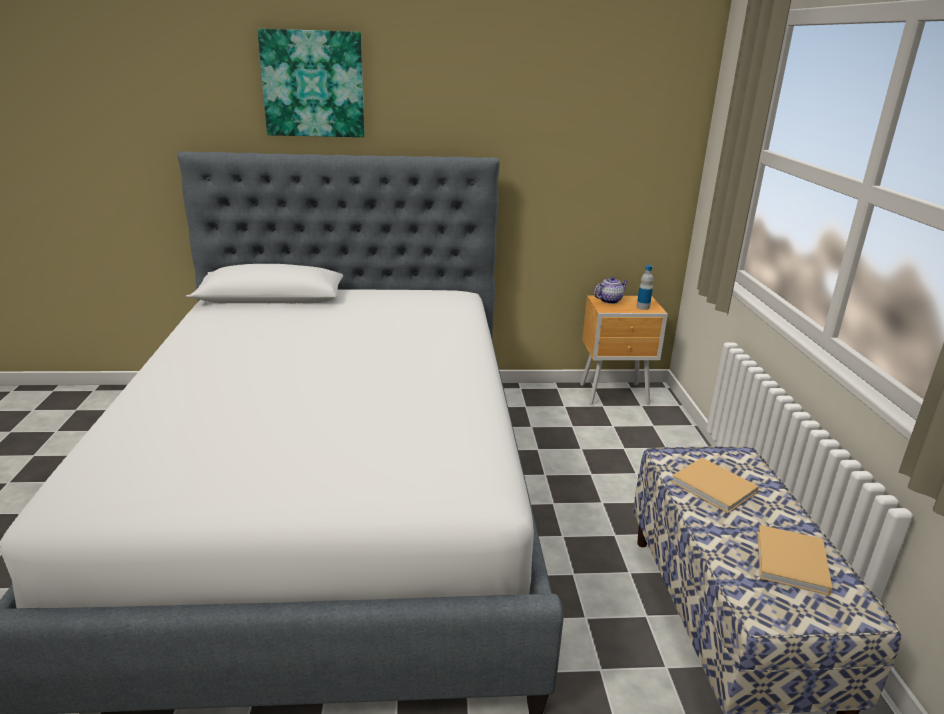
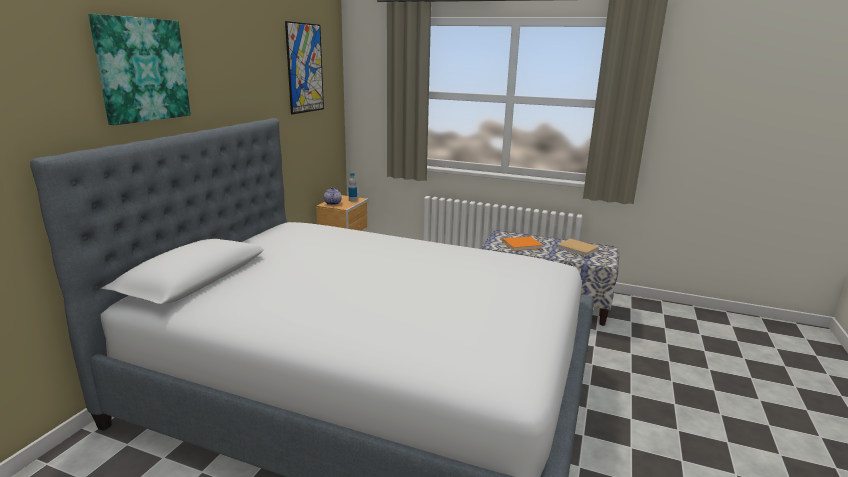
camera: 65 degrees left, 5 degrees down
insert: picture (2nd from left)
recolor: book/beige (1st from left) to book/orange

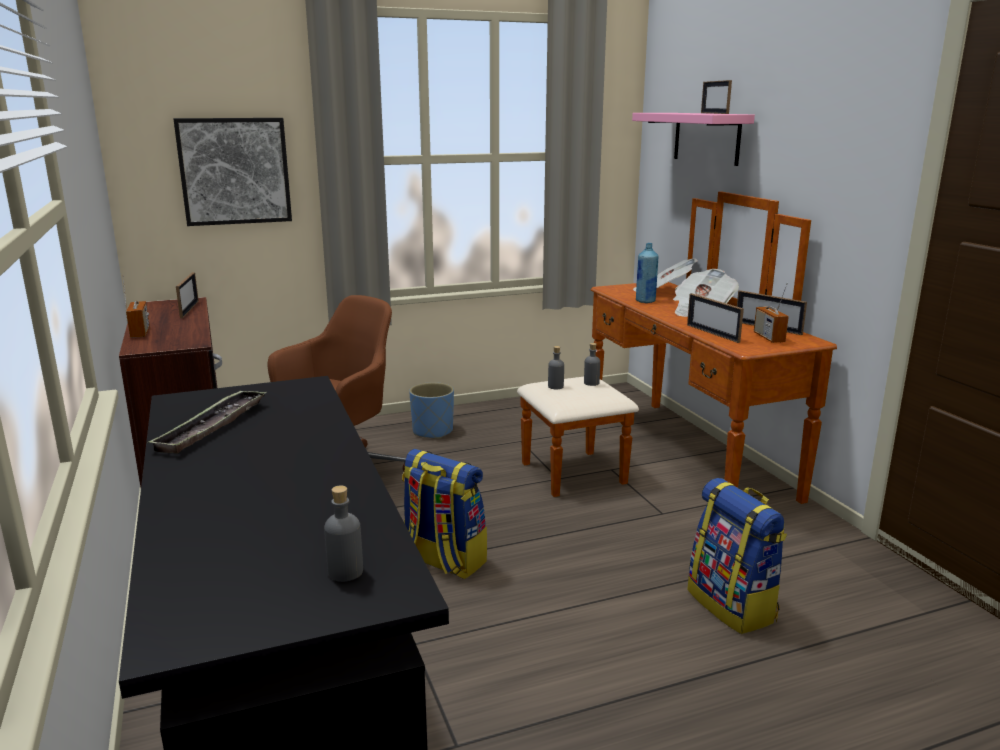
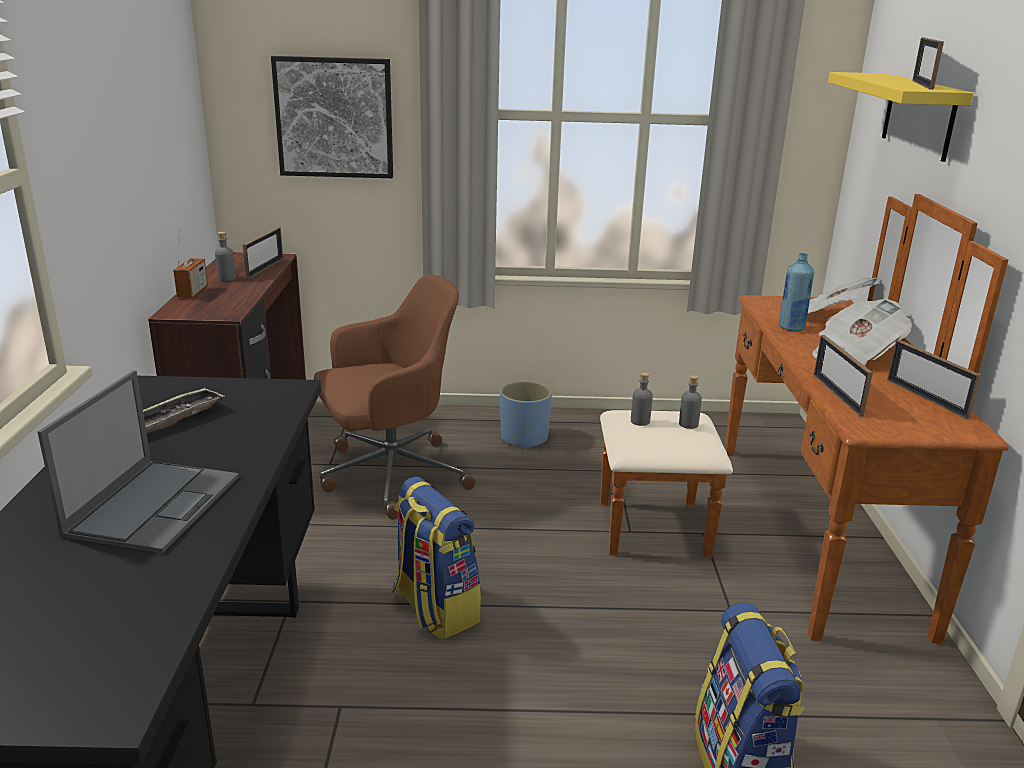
camera: 20 degrees right, 5 degrees up
delete: radio (2nd from left)
insert: laptop
move: bottle/grey (1st from left)
recolor: shelf/pink to shelf/yellow

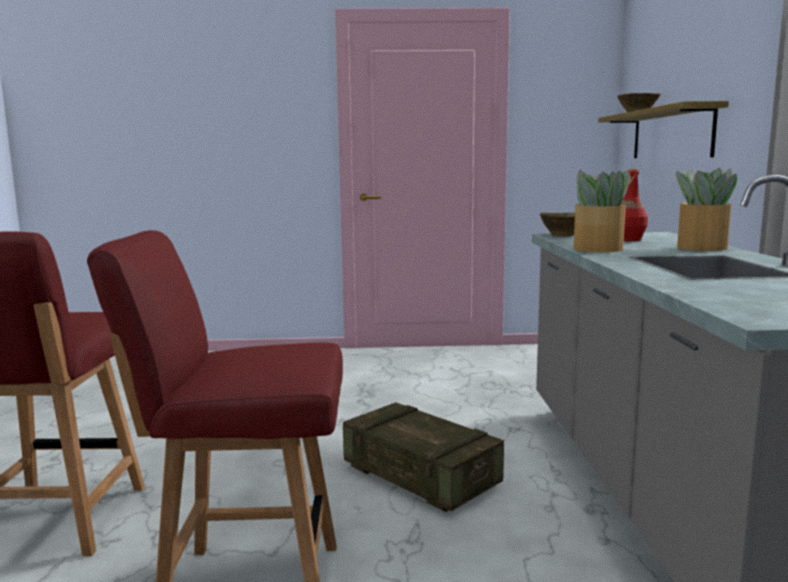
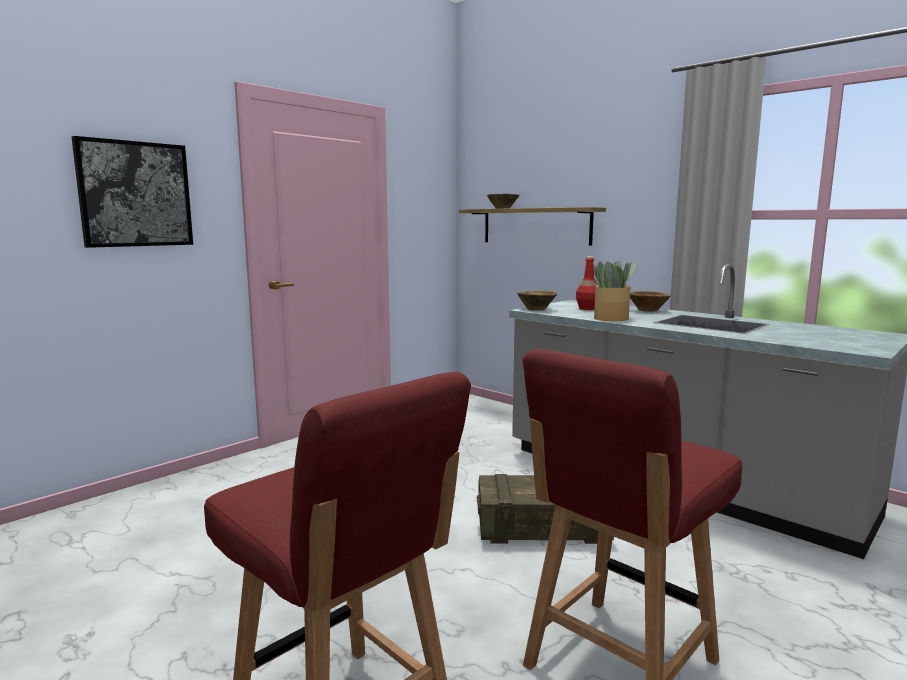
camera: 45 degrees left, 0 degrees up
insert: picture
replace: potted plant (2nd from left) to bowl/brown (3rd from left)

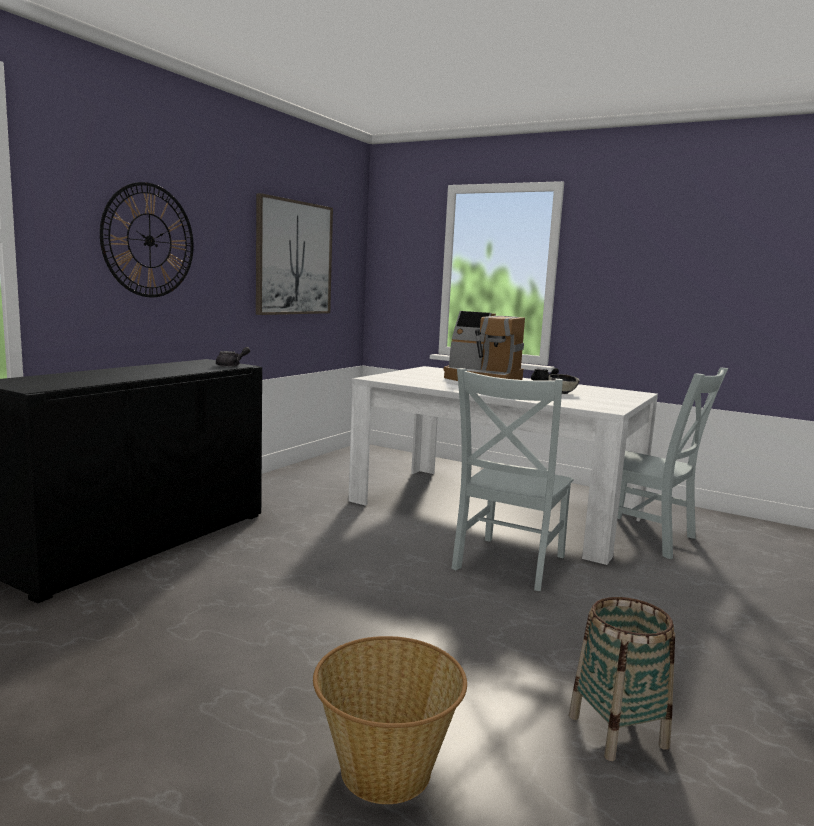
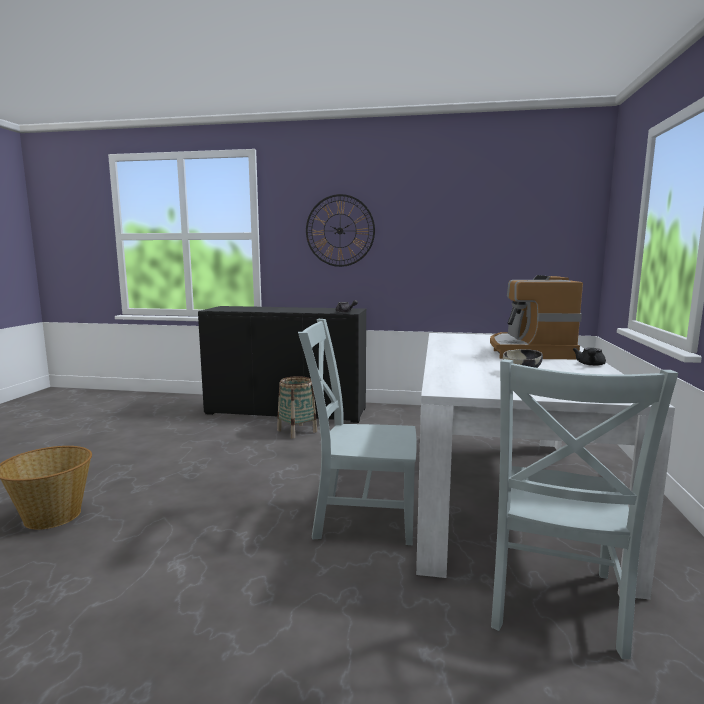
camera: 70 degrees right, 0 degrees up
delete: picture
move: basket (2nd from left)

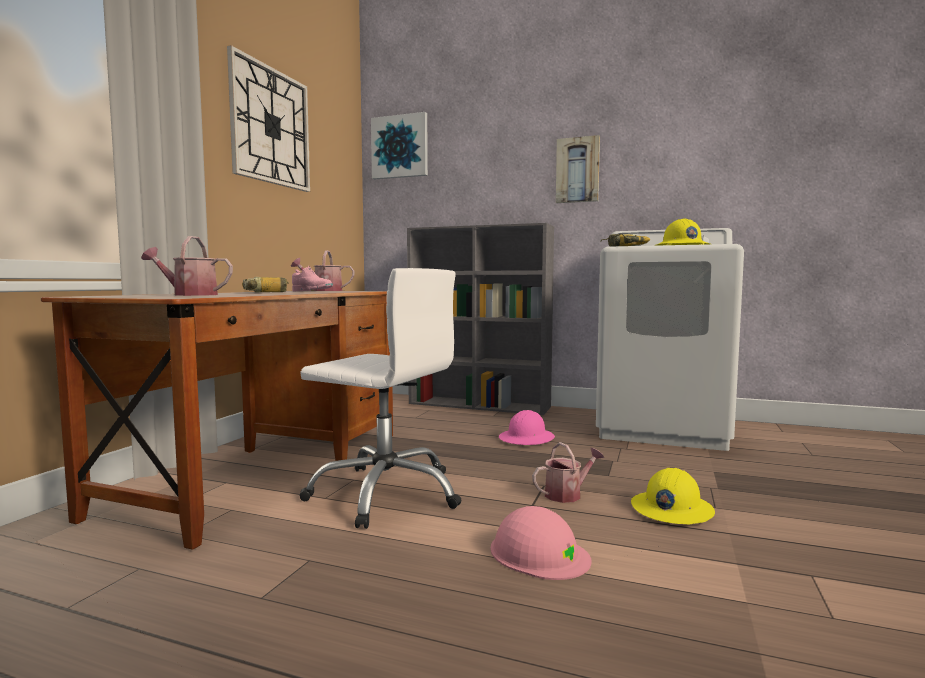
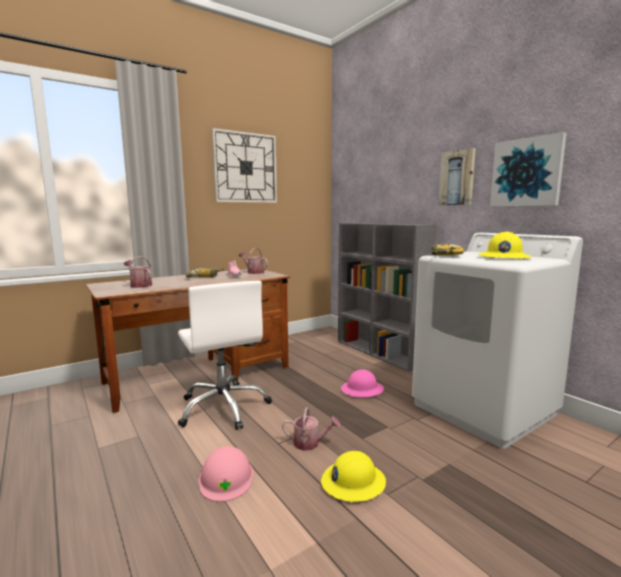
camera: 35 degrees right, 5 degrees up
move: picture (1st from left in the first image) to picture (2nd from left)

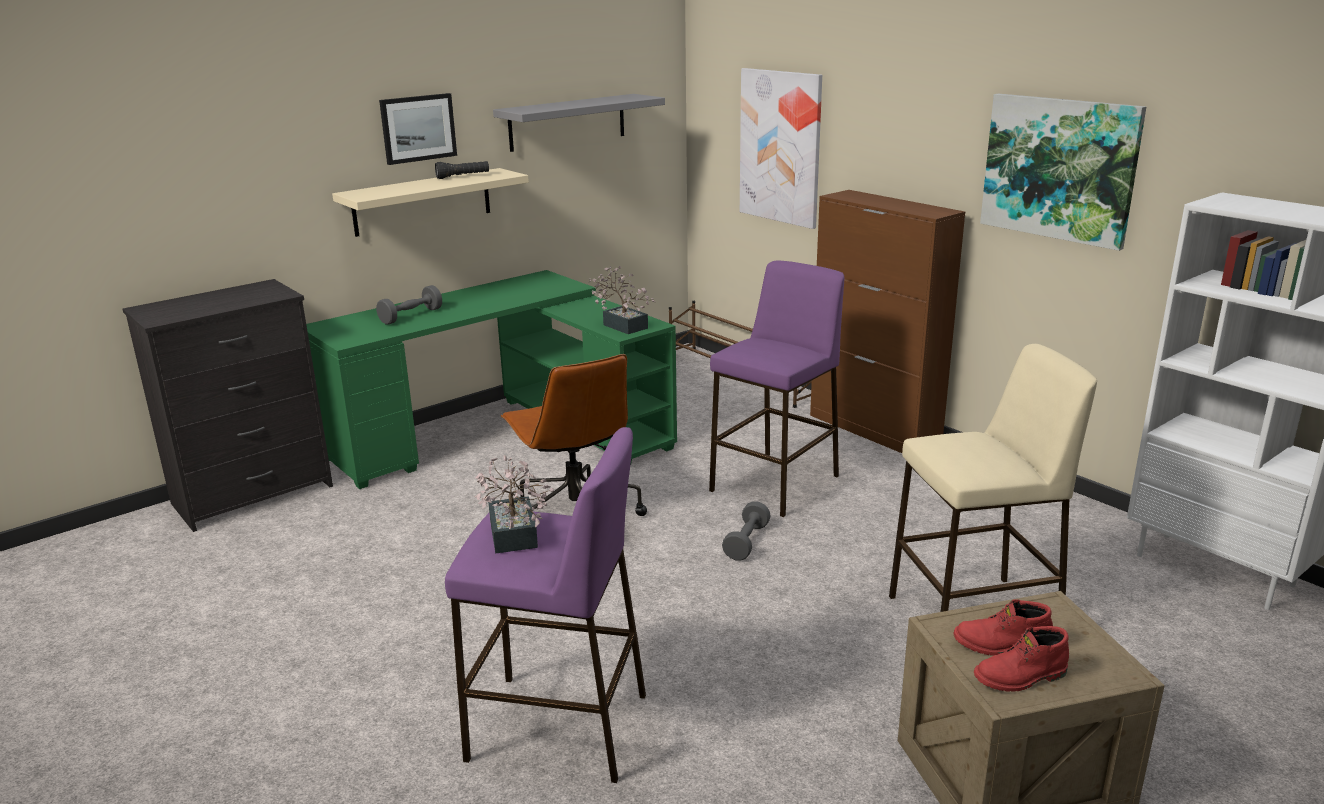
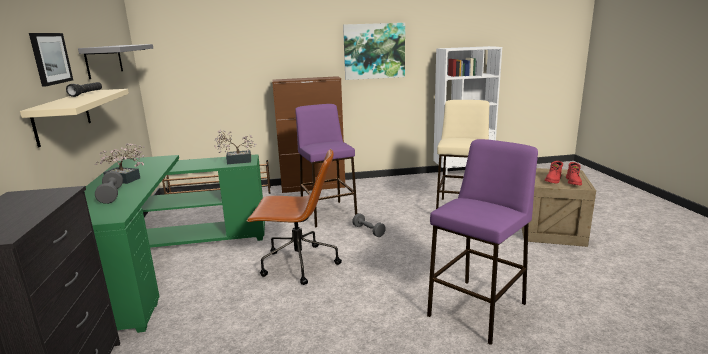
camera: 60 degrees left, 5 degrees down
delete: picture (2nd from left)
move: potted plant (1st from left)

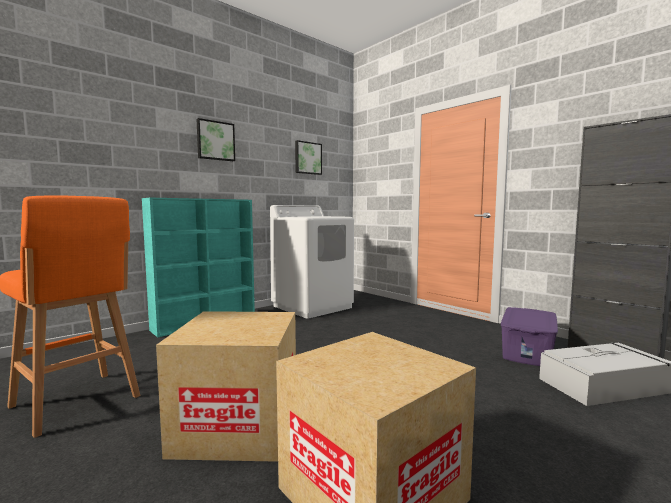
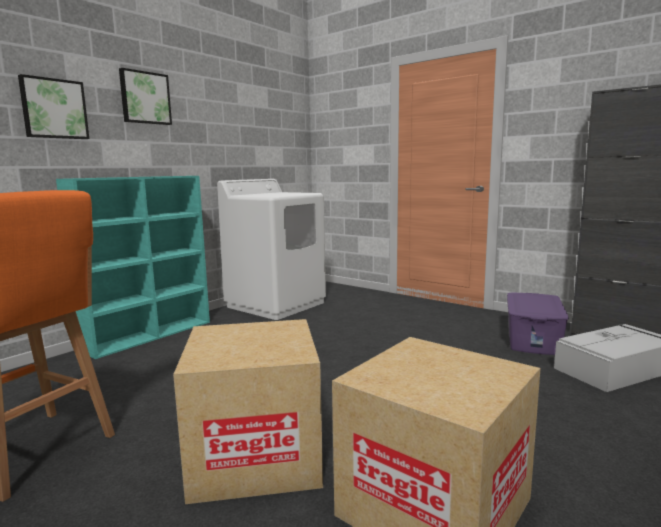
camera: 10 degrees left, 5 degrees up
move: picture (2nd from left in the first image) to picture (1st from left)

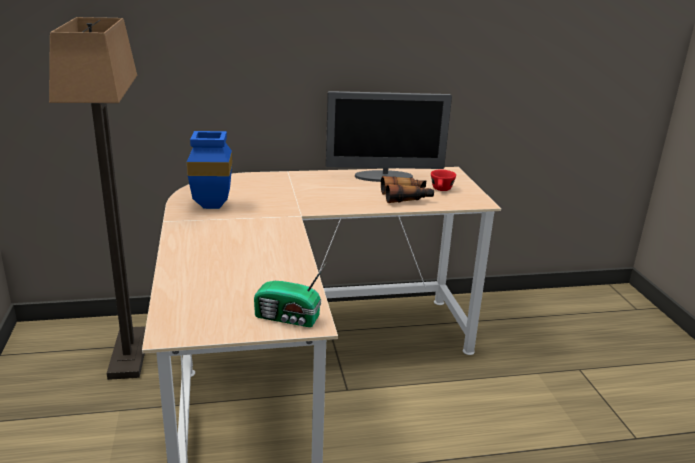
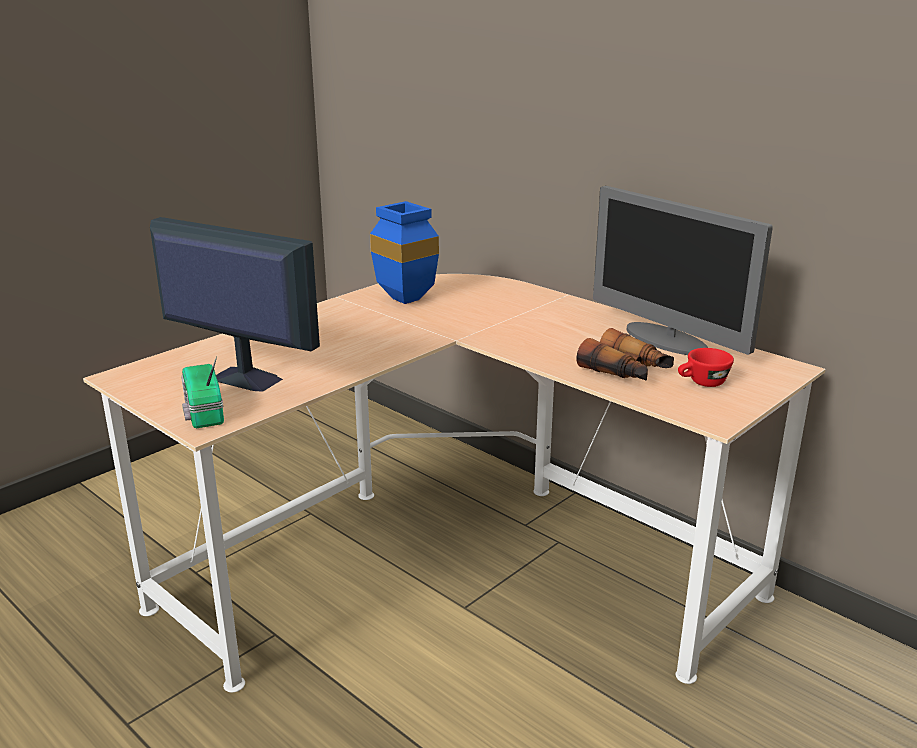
camera: 55 degrees right, 0 degrees up
delete: floor lamp
insert: monitor (1st from left)

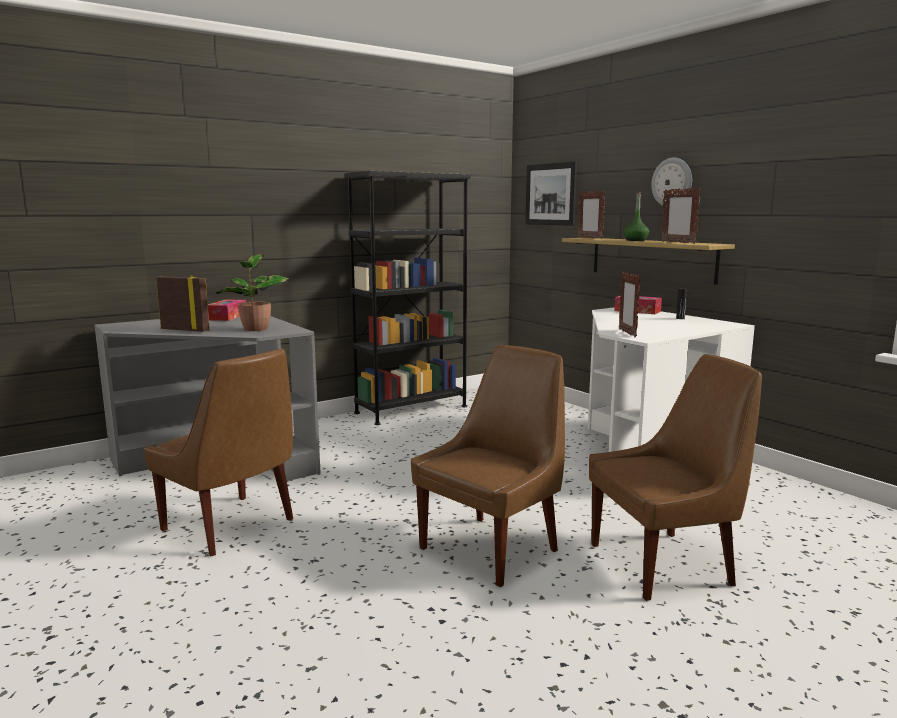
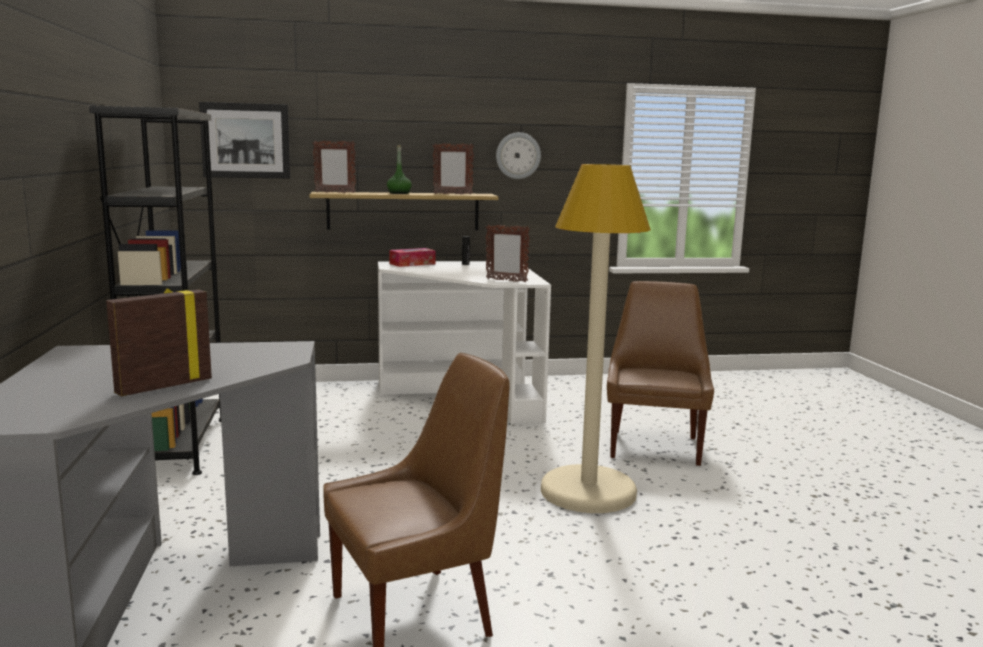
camera: 65 degrees left, 0 degrees up
delete: tissue box (1st from left); potted plant
move: wall clock
replace: chair/brown (2nd from left) to floor lamp/beige

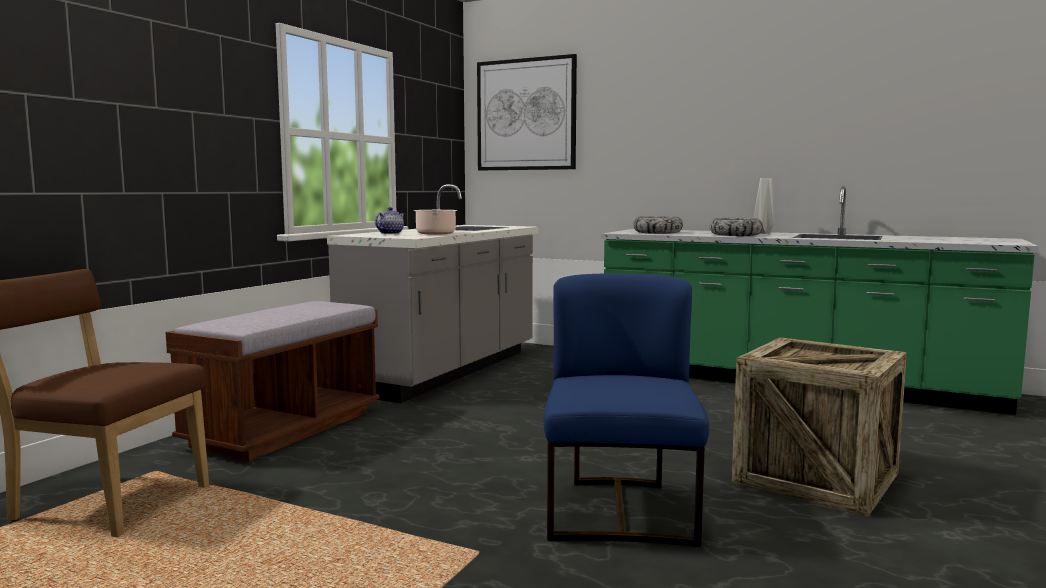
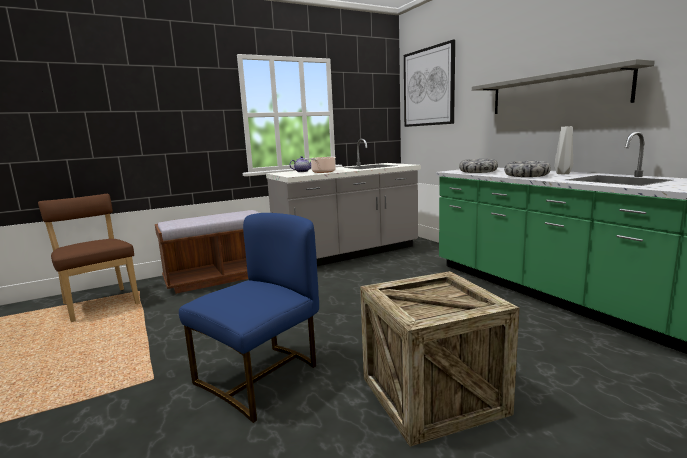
camera: 35 degrees right, 5 degrees up
insert: shelf/grey

